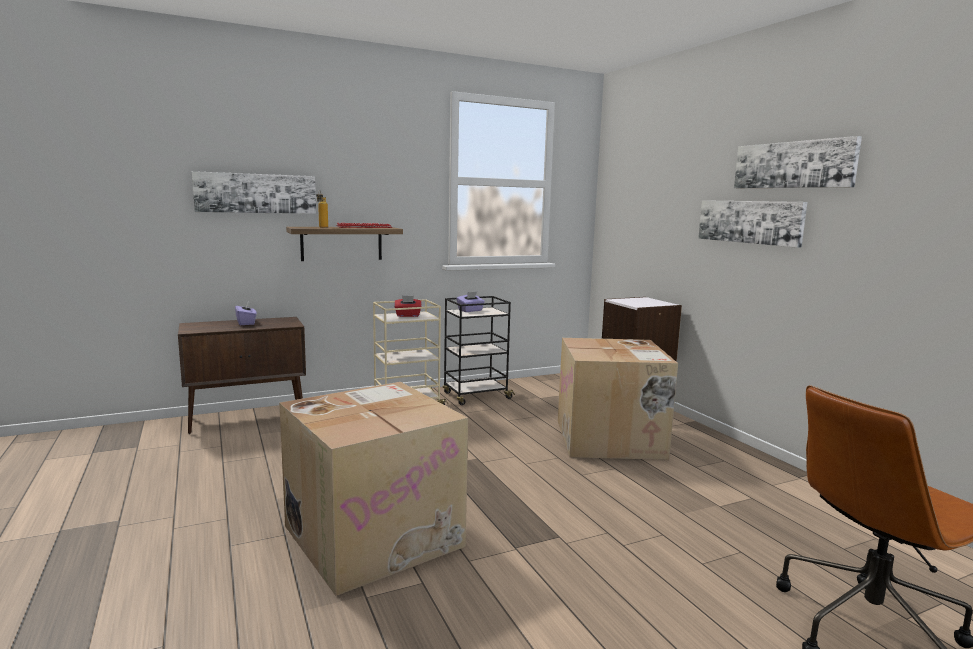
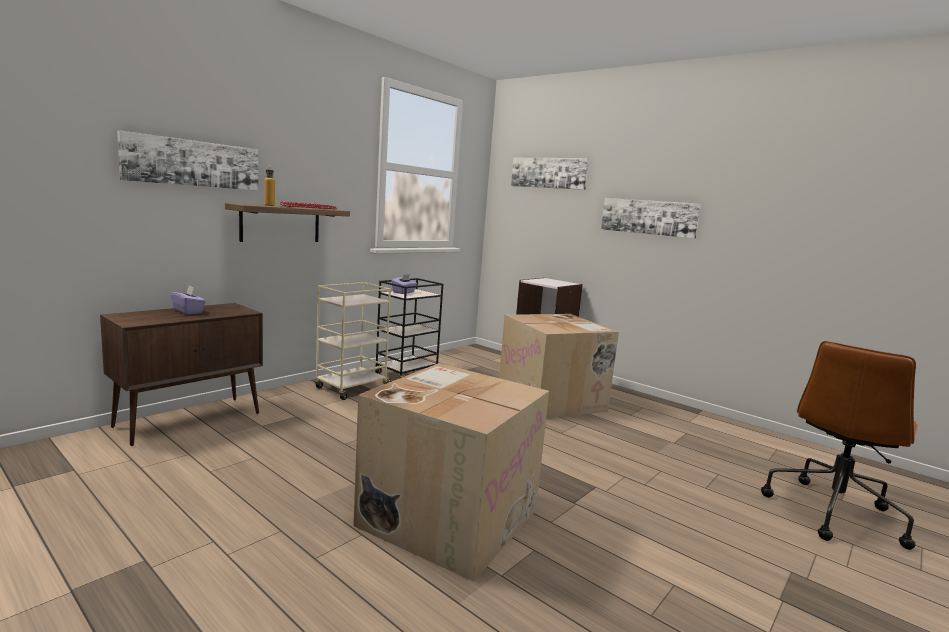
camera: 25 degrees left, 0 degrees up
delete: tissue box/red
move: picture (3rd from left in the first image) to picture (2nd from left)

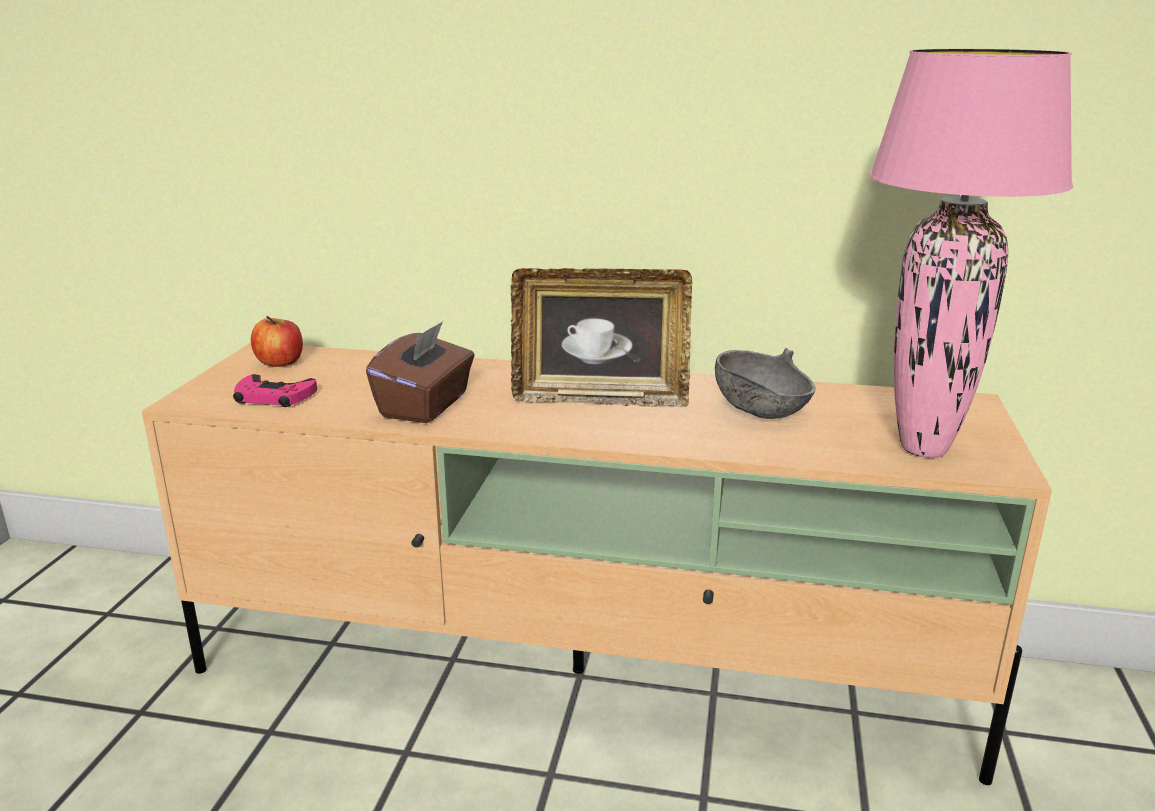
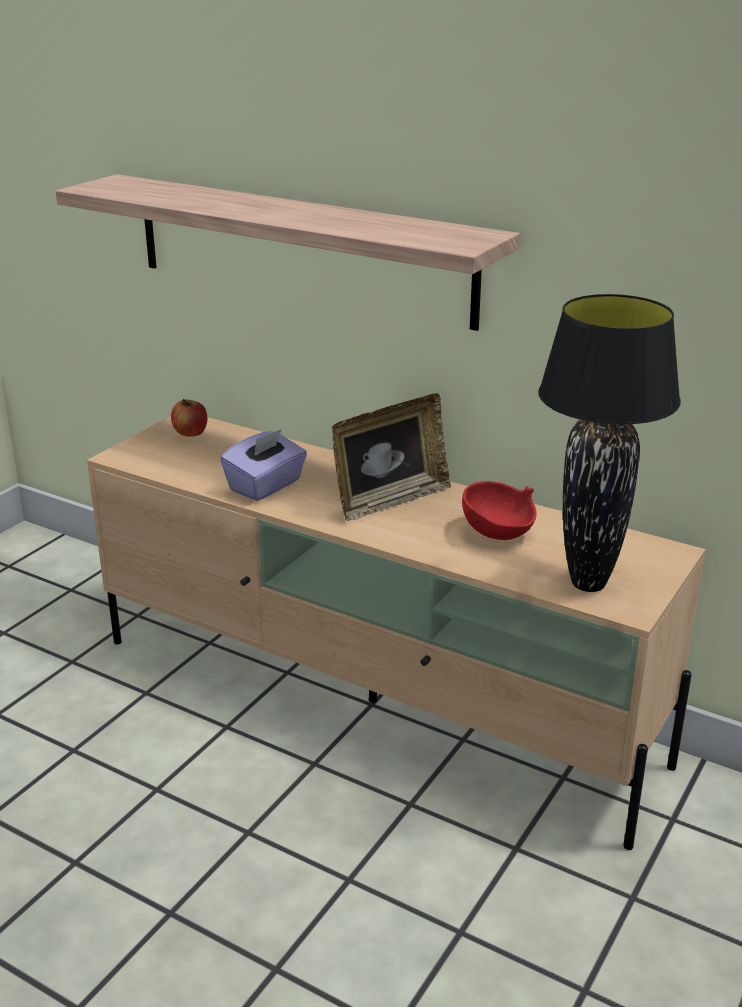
camera: 20 degrees right, 5 degrees up
delete: game controller/pink
insert: shelf
recolor: tissue box/brown to tissue box/purple; bowl/grey to bowl/red; table lamp/pink to table lamp/black
rotate: picture frame 60 degrees counterclockwise

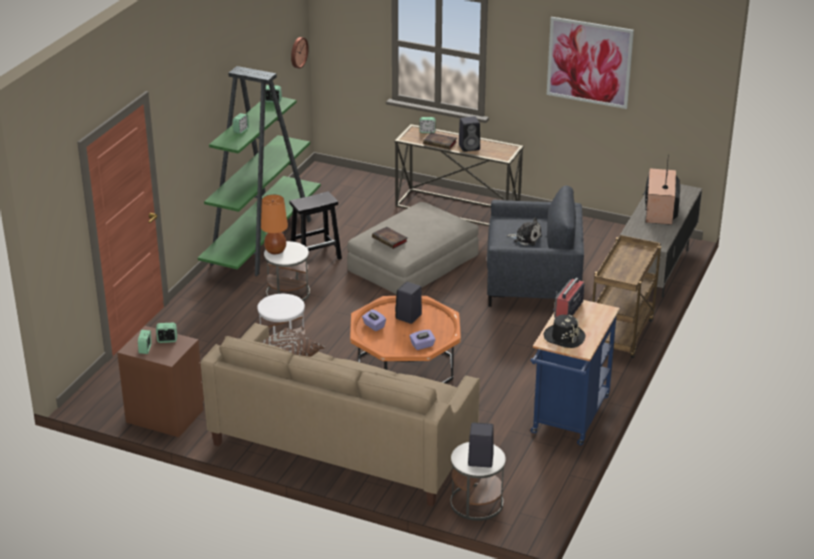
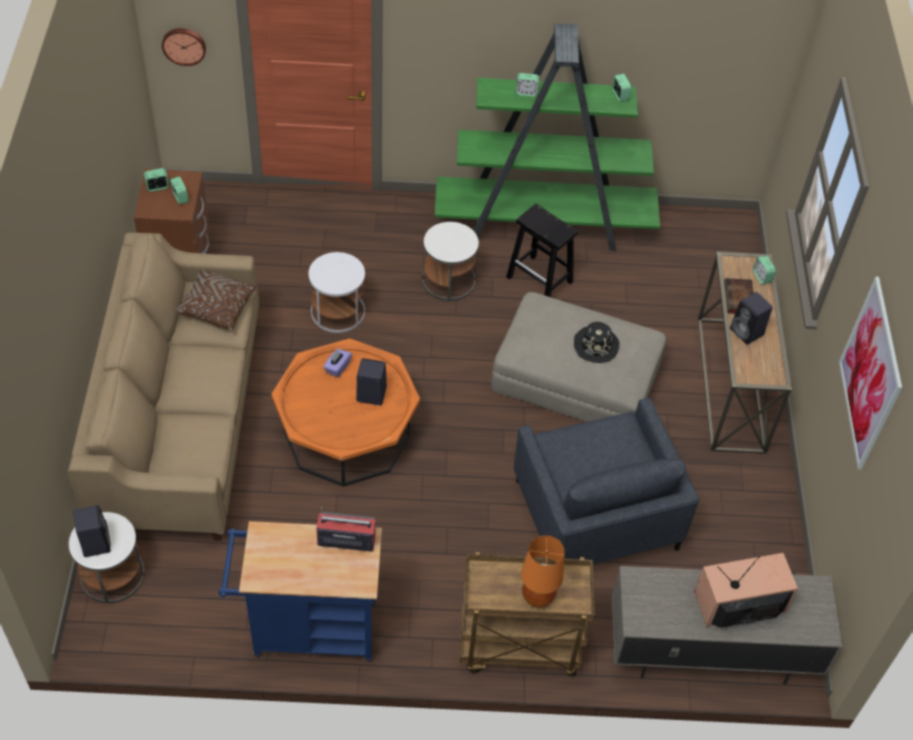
camera: 65 degrees right, 20 degrees up
delete: book (1st from left); tissue box/purple (2nd from left); plush toy
move: table lamp/orange; wall clock; hat/black

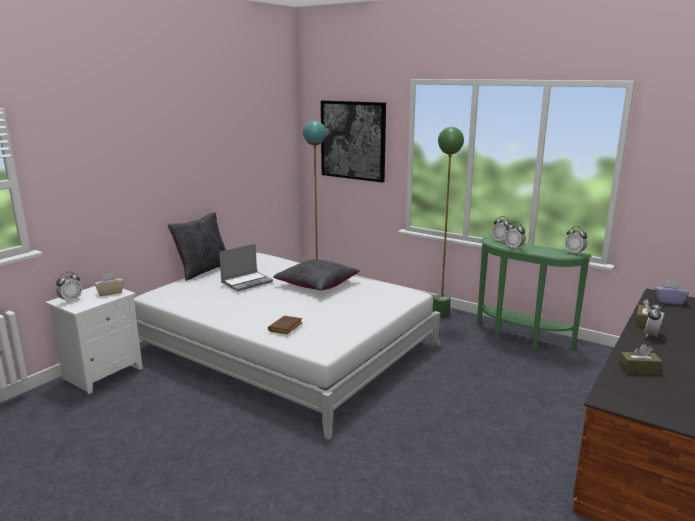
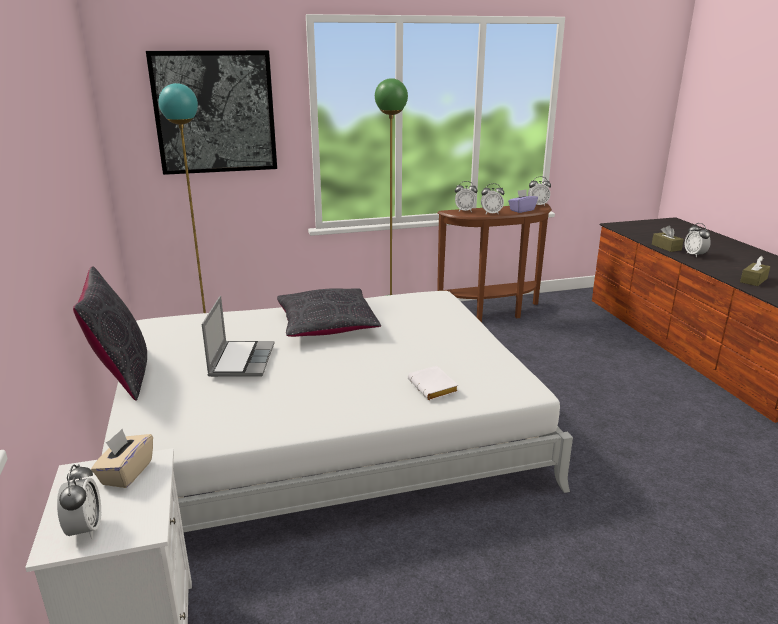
camera: 50 degrees left, 5 degrees up
move: tissue box/purple
recolor: book/brown to book/white; console table/green to console table/brown

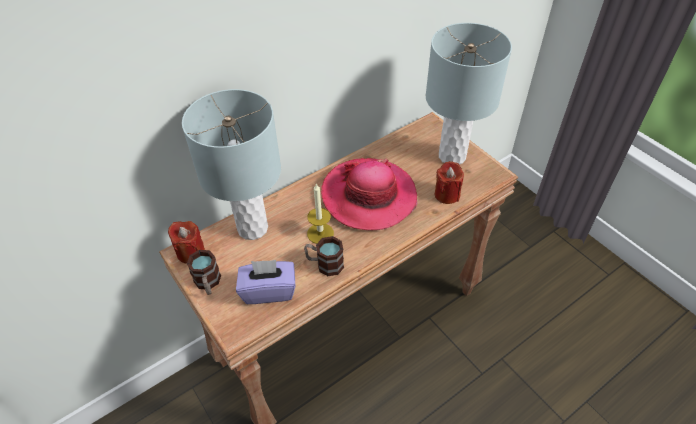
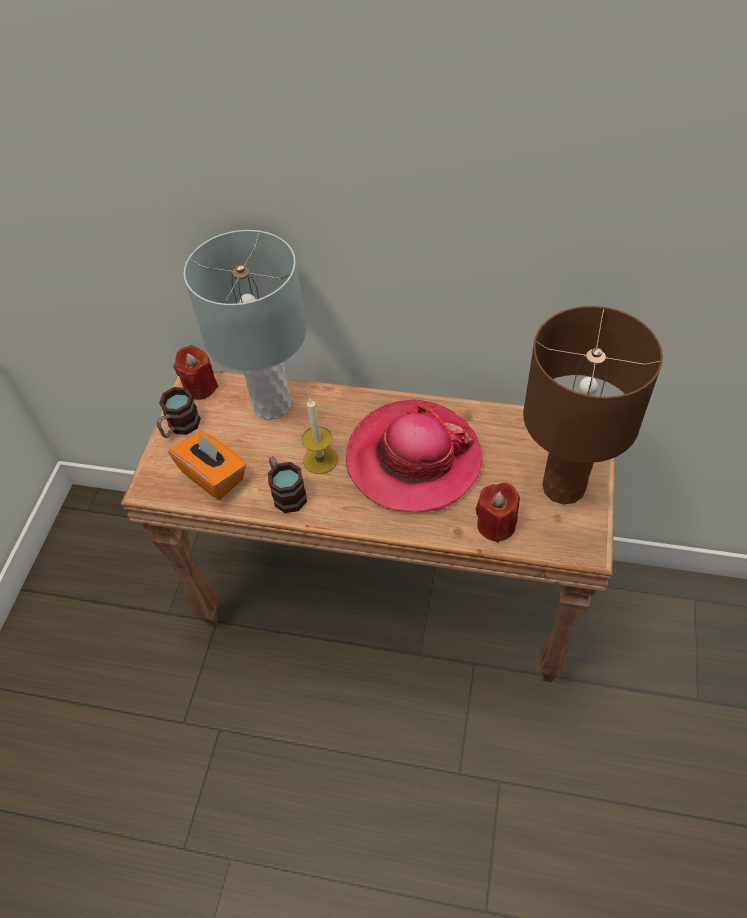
camera: 50 degrees right, 5 degrees up
recolor: tissue box/purple to tissue box/orange; table lamp/grey (2nd from left) to table lamp/brown

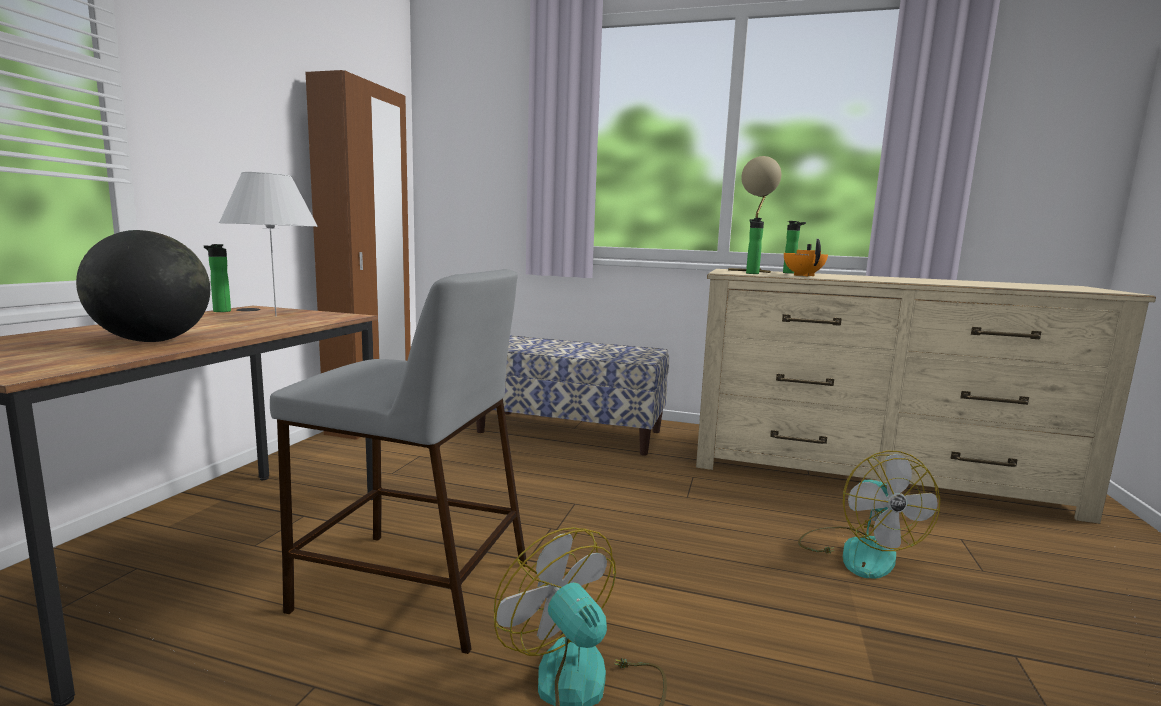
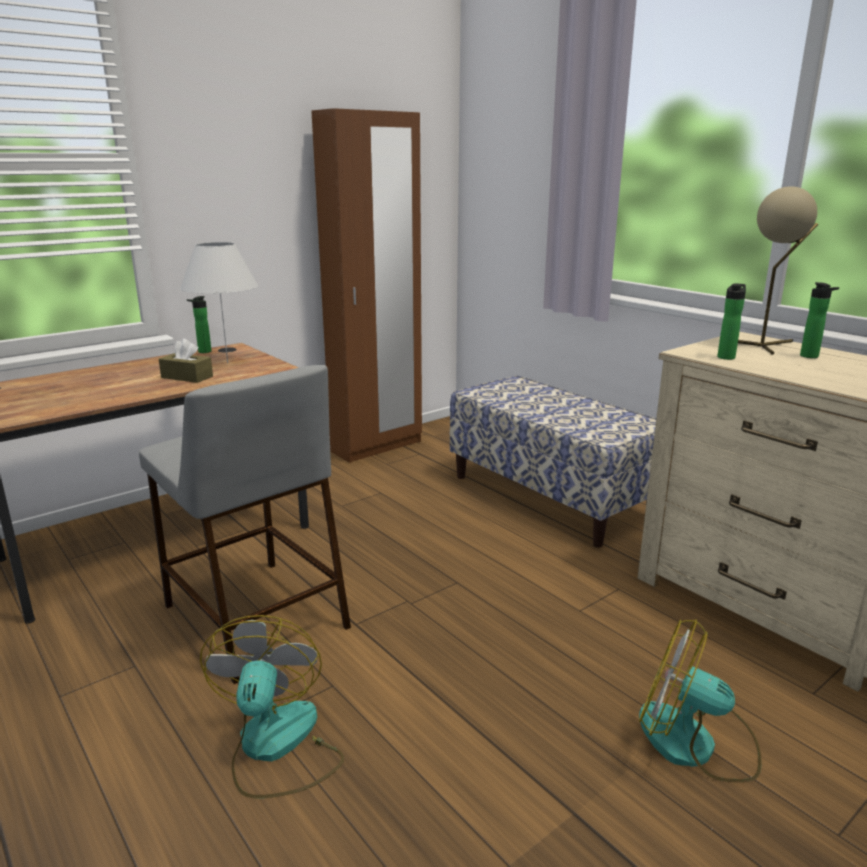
camera: 35 degrees right, 10 degrees up
delete: globe; teapot/orange
insert: tissue box/brown
rotate: fan (2nd from left) 90 degrees clockwise

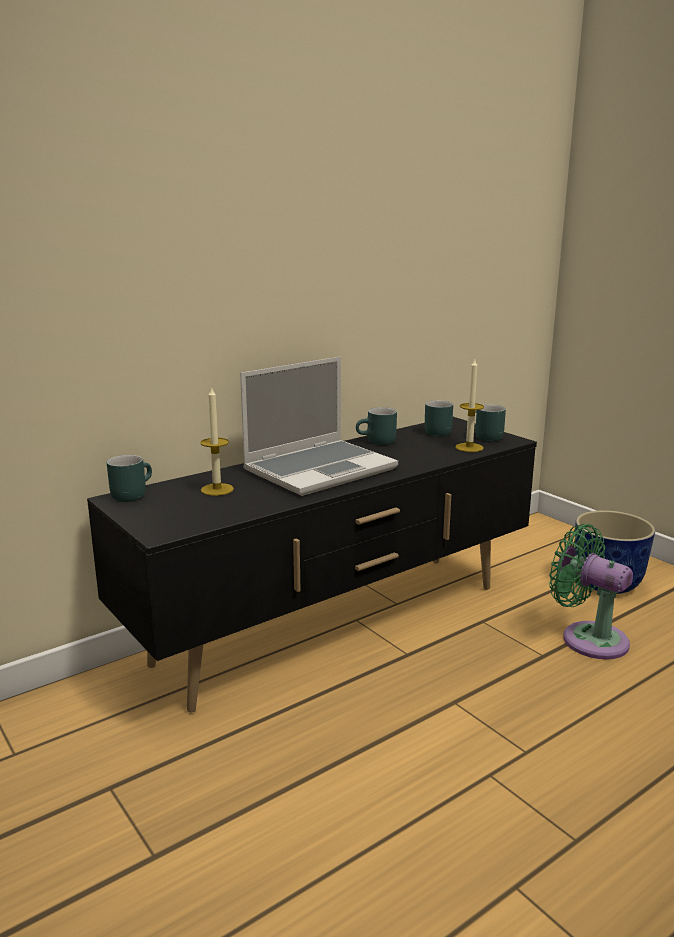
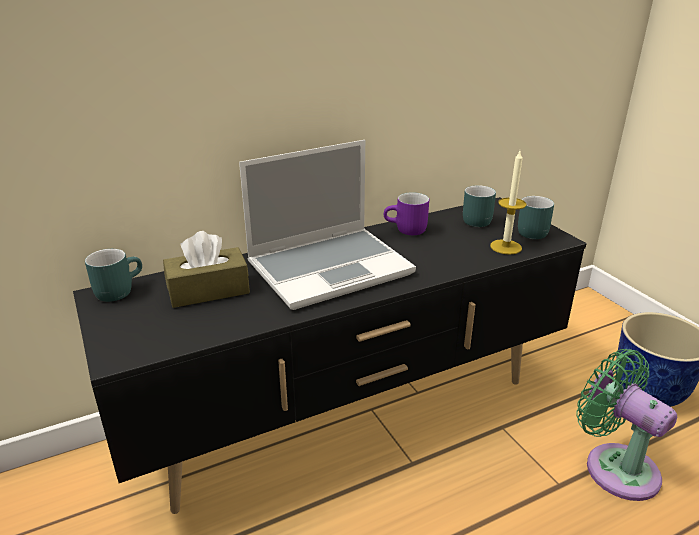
camera: 10 degrees right, 10 degrees up
replace: candle (1st from left) to tissue box/brown
recolor: mug/turquoise (2nd from left) to mug/purple

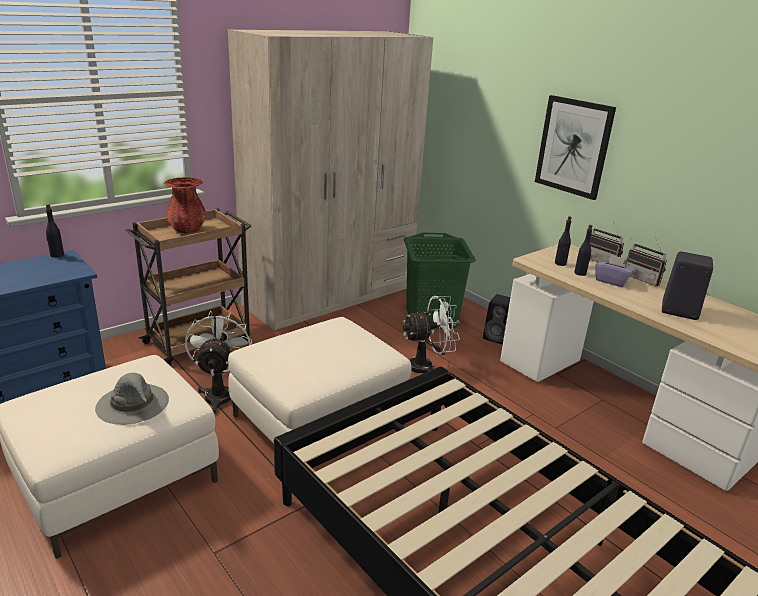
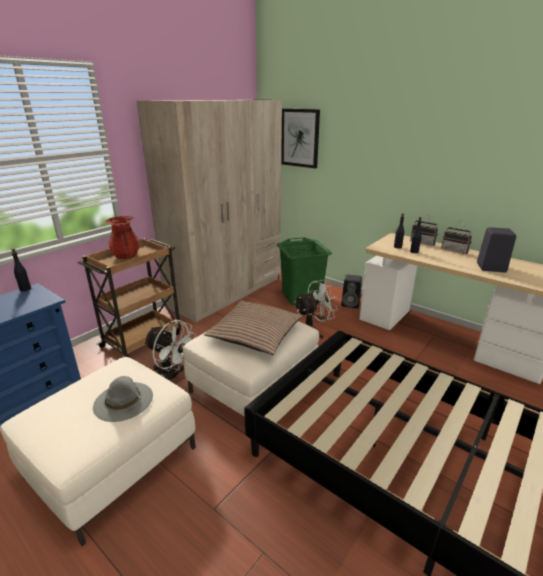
camera: 10 degrees left, 0 degrees up
delete: tissue box/purple
insert: pillow
move: picture
rotate: fan/white (1st from left) 135 degrees clockwise

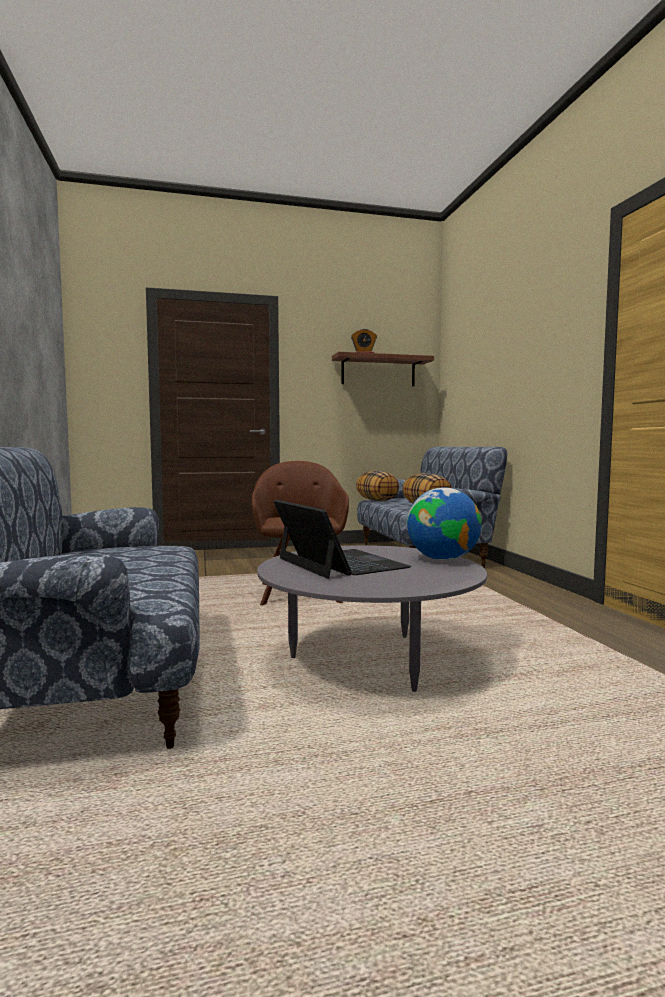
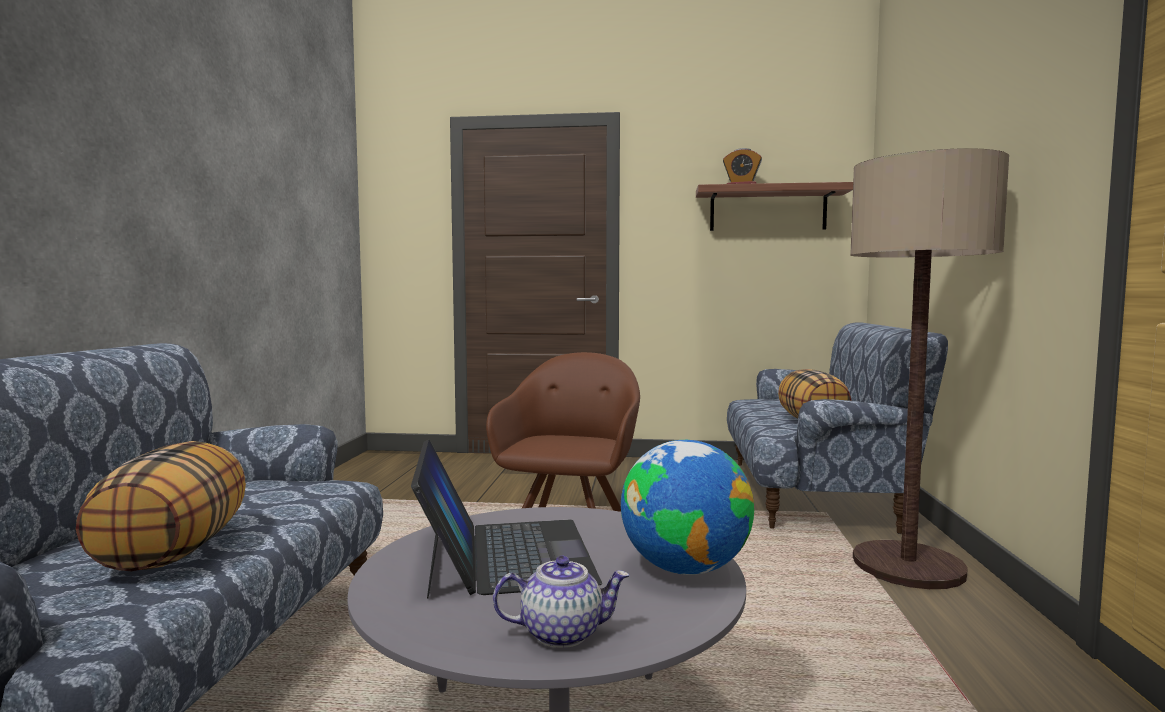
camera: 20 degrees right, 0 degrees up
insert: teapot; floor lamp
move: pillow (1st from left)

